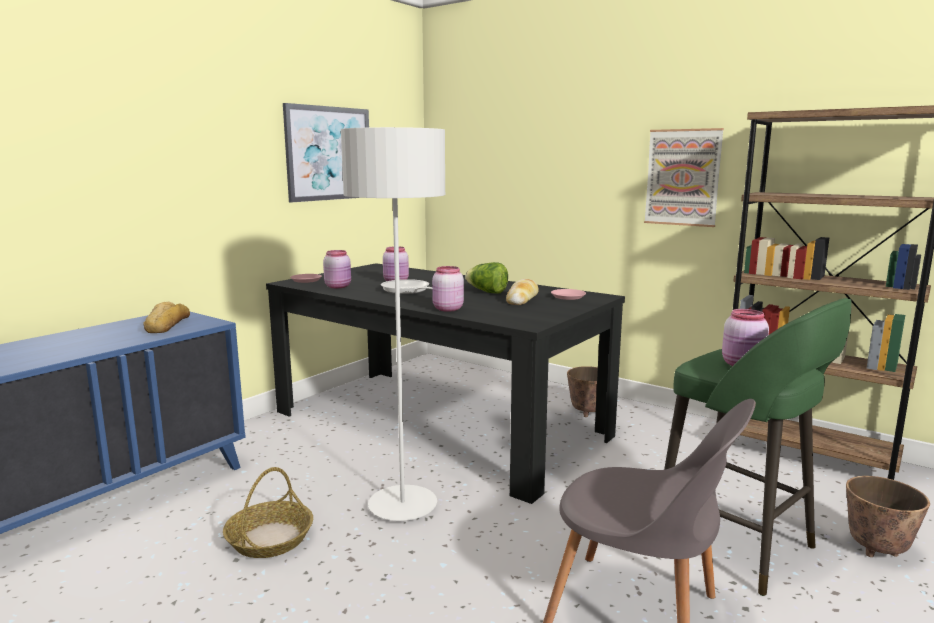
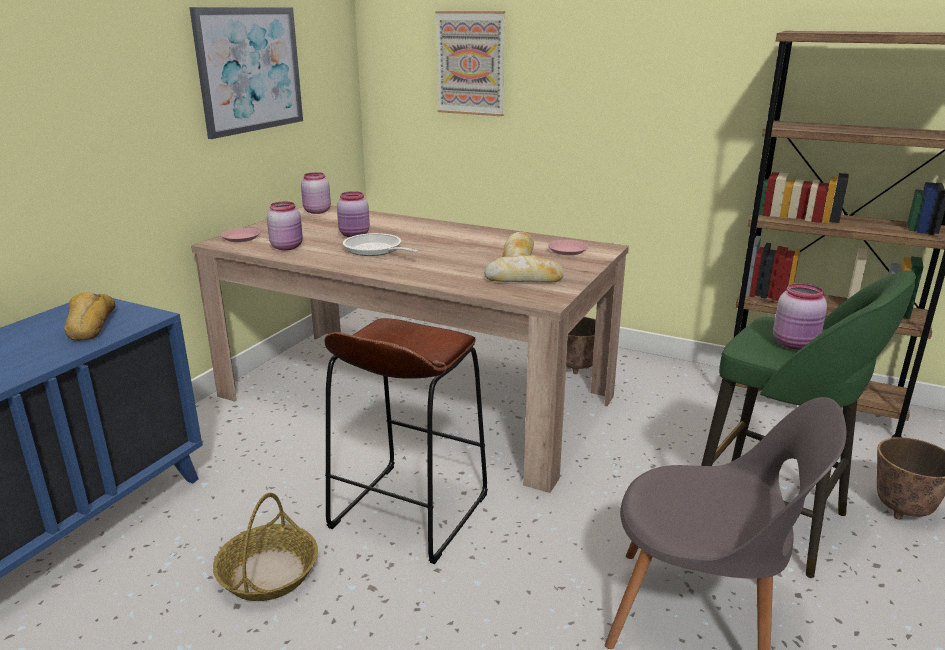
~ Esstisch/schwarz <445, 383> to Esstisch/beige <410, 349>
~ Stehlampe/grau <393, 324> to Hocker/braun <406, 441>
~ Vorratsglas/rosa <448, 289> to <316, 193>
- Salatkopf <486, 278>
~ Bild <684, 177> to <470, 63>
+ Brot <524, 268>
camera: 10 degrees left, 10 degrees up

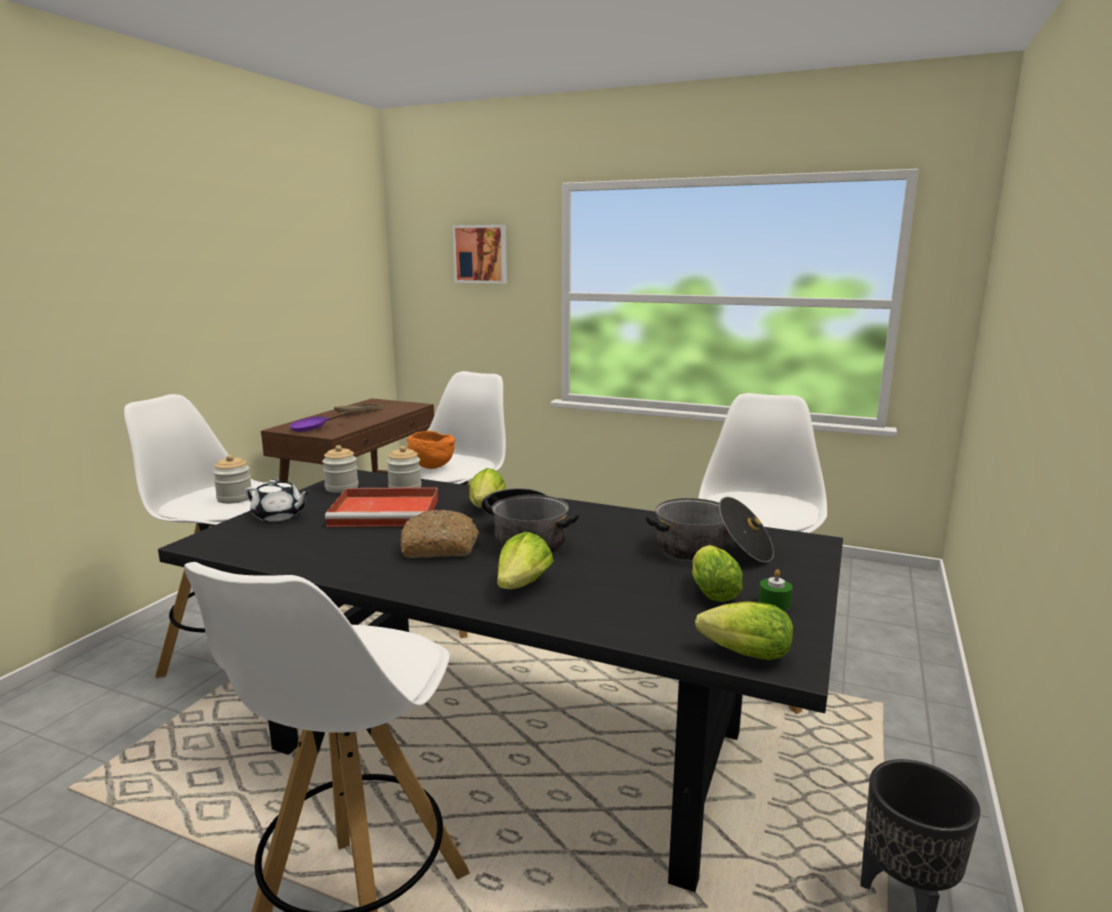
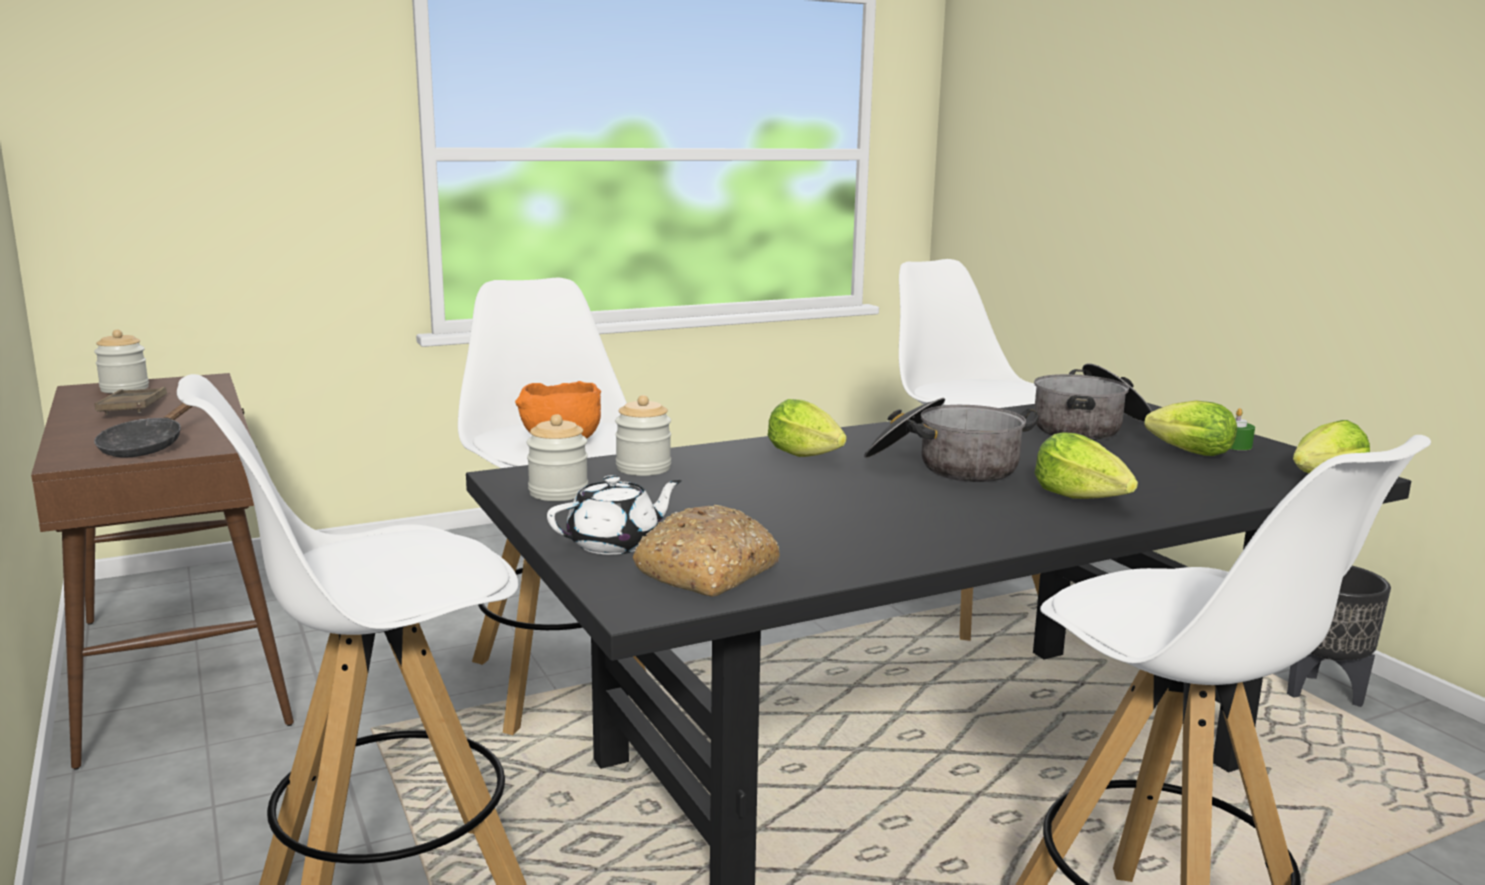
~ Vorratsglas <233, 479> to <121, 361>
~ Pfanne/lila <320, 421> to Pfanne/schwarz <143, 430>
- Tablett/rot <381, 507>
~ Brot <440, 534> to <706, 551>
- Bild <479, 254>
camera: 50 degrees left, 0 degrees up

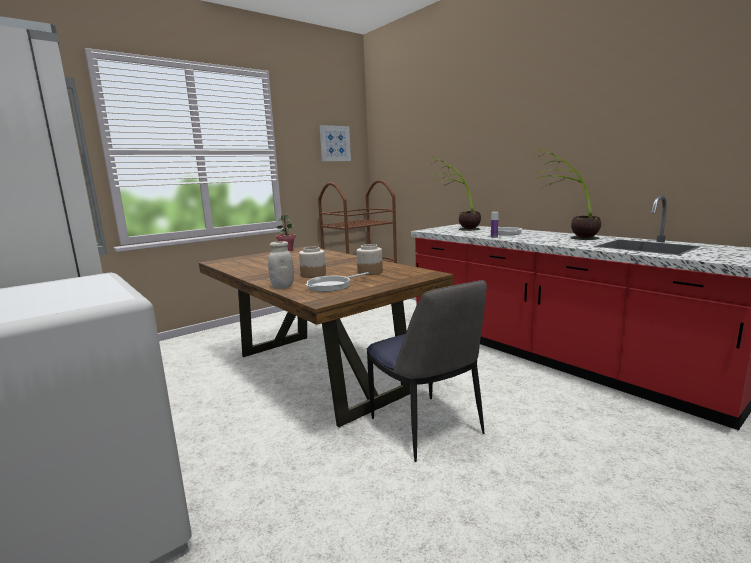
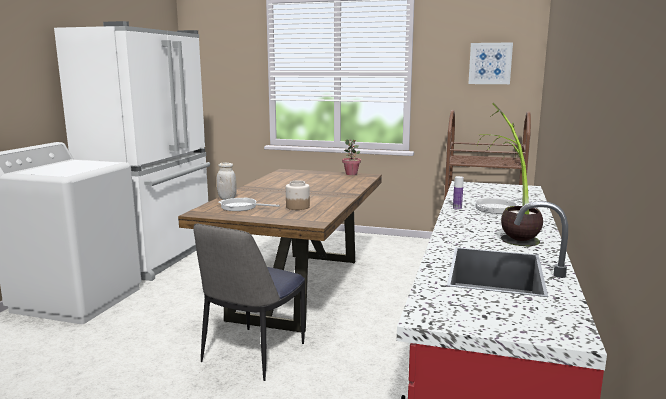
- Vorratsglas <312, 262>
- Topfpflanze <455, 193>
camera: 55 degrees right, 0 degrees up

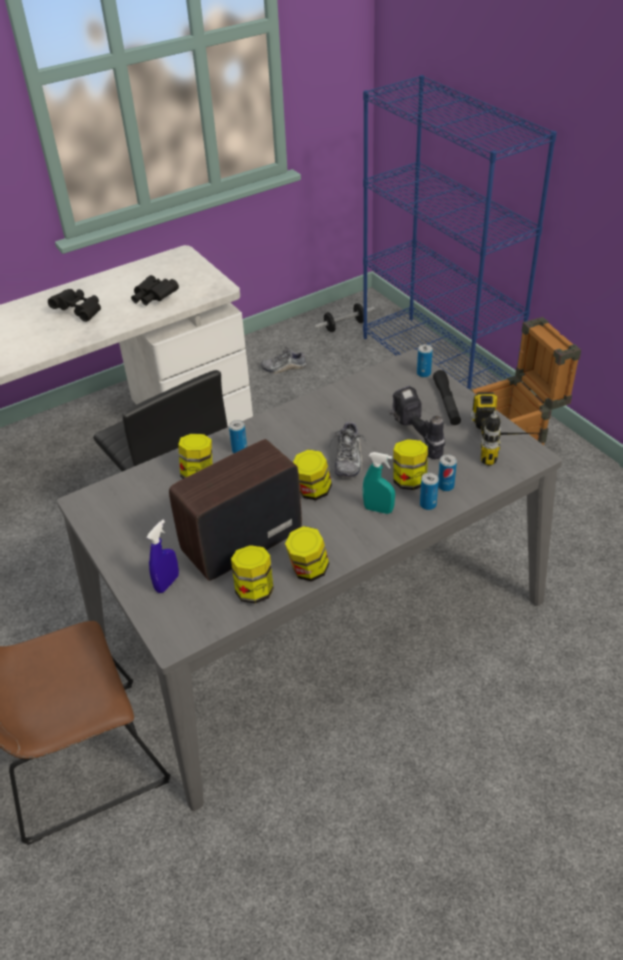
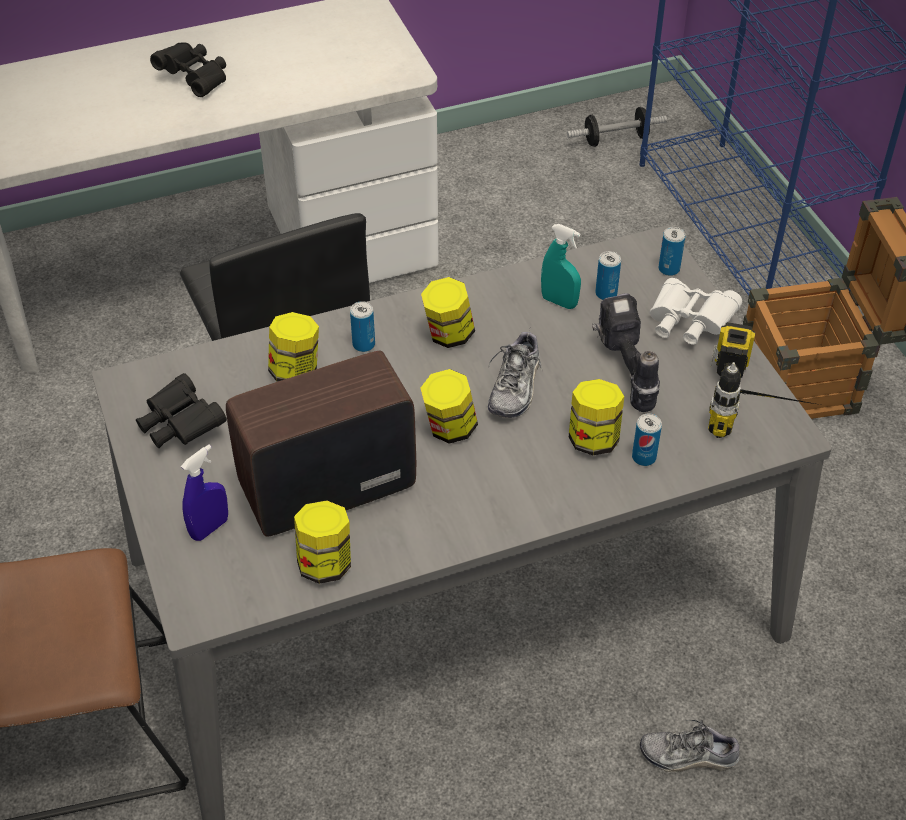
~ Fernglas/schwarz <155, 290> to <181, 410>
~ Schuh <283, 360> to <690, 746>
~ Vorratsglas <307, 554> to <448, 312>
~ Sprühflasche/türkis <379, 483> to <561, 266>
~ Dose <429, 491> to <608, 275>
~ Taschenlampe/schwarz <447, 397> to Fernglas/weiß <696, 311>
camera: 10 degrees right, 5 degrees up

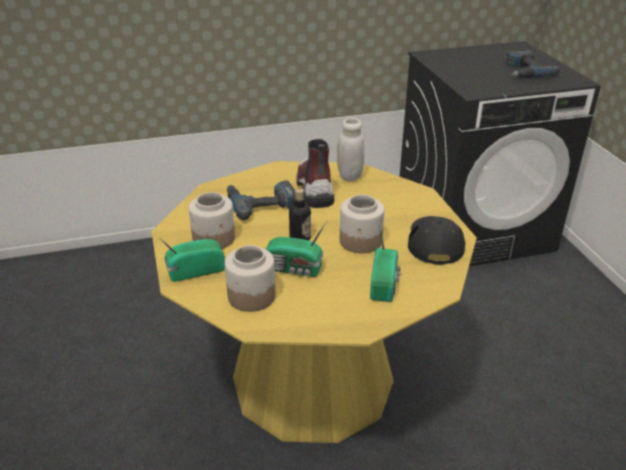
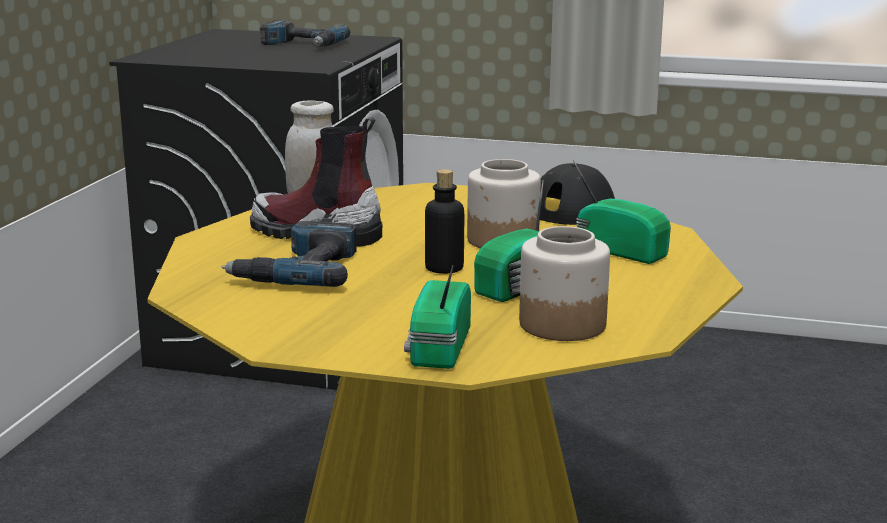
- Vorratsglas <212, 220>
camera: 60 degrees left, 15 degrees down

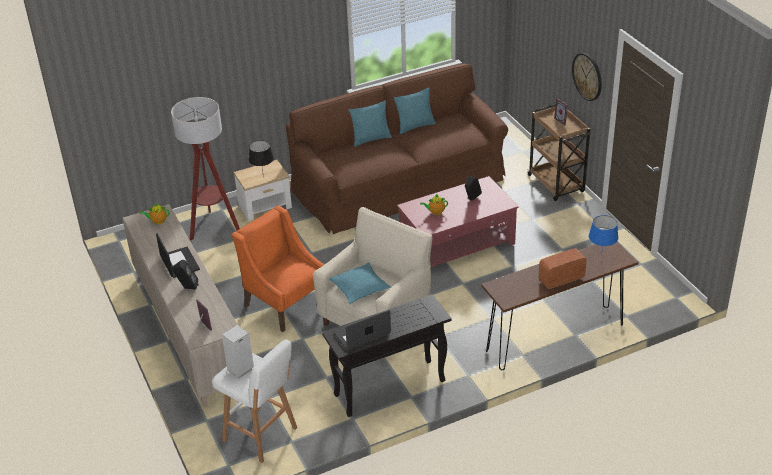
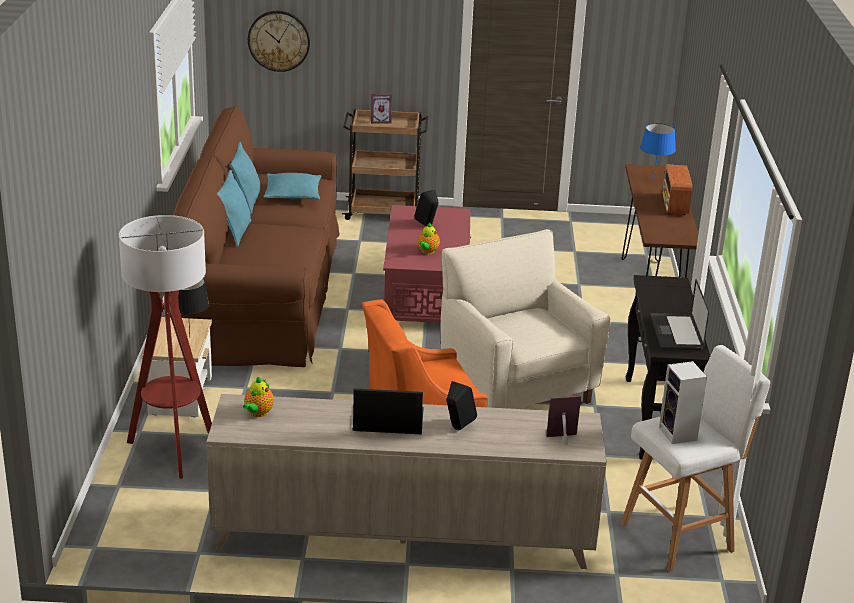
~ Kissen/türkis <360, 283> to <292, 186>
~ Wanduhr <587, 77> to <279, 41>
camera: 65 degrees left, 10 degrees down

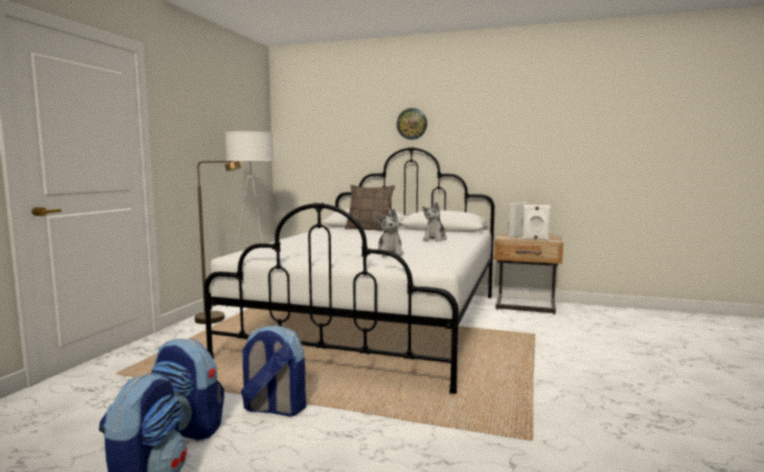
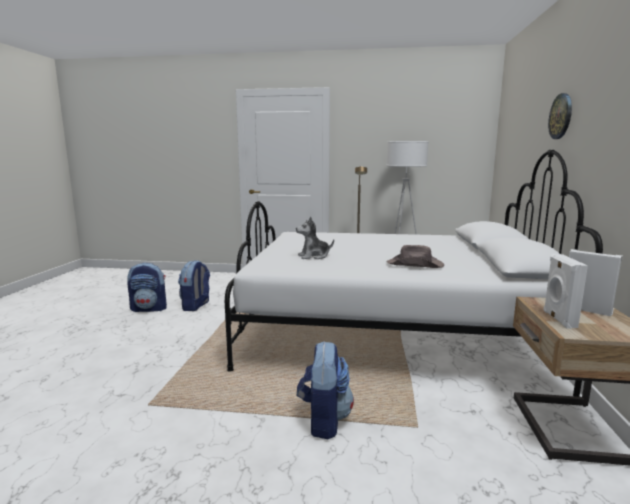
~ Rucksack <273, 371> to <325, 390>
- Kissen <370, 208>
~ Plüschtier <434, 221> to Hut/braun <415, 256>
camera: 80 degrees right, 5 degrees up

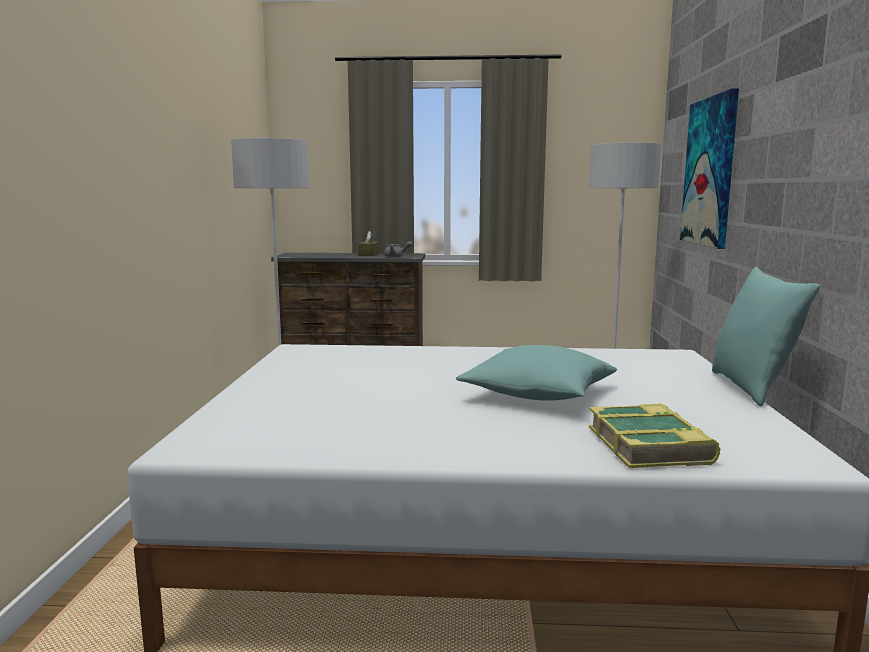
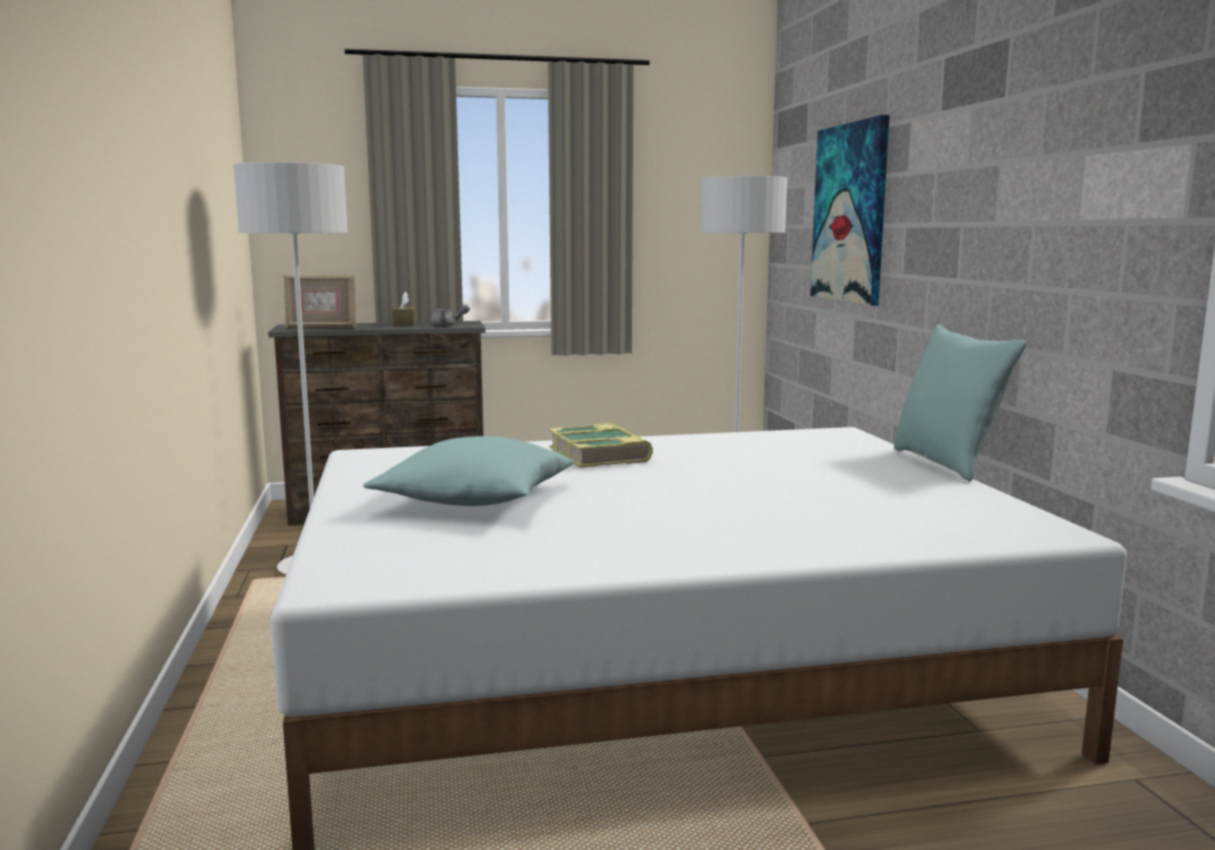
~ Kissen/türkis <536, 373> to <468, 471>
~ Buch <655, 435> to <601, 445>
+ Bilderrahmen <319, 301>
camera: 15 degrees left, 0 degrees up

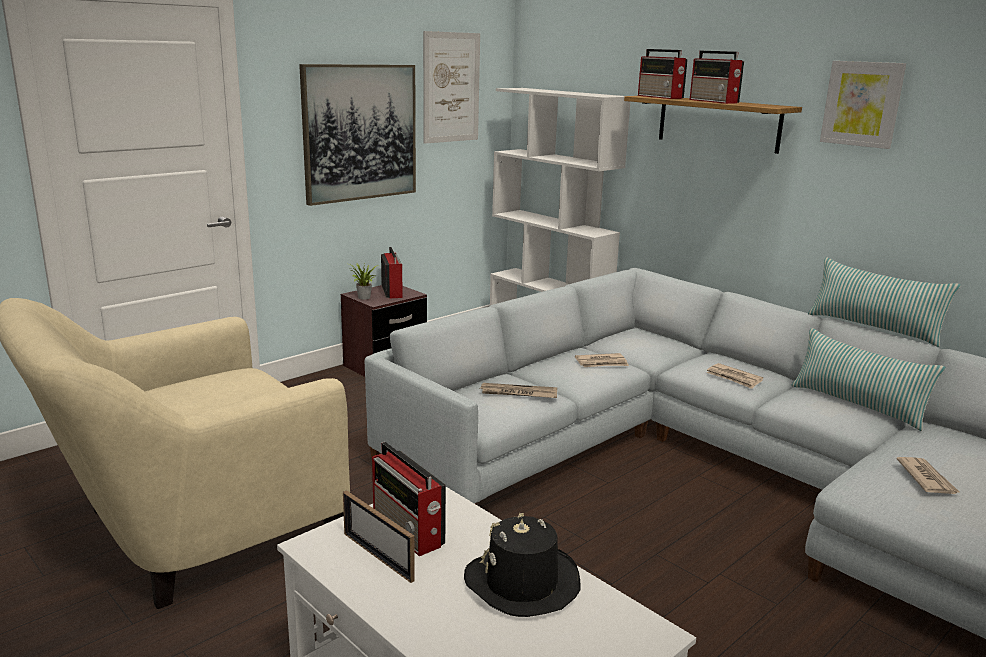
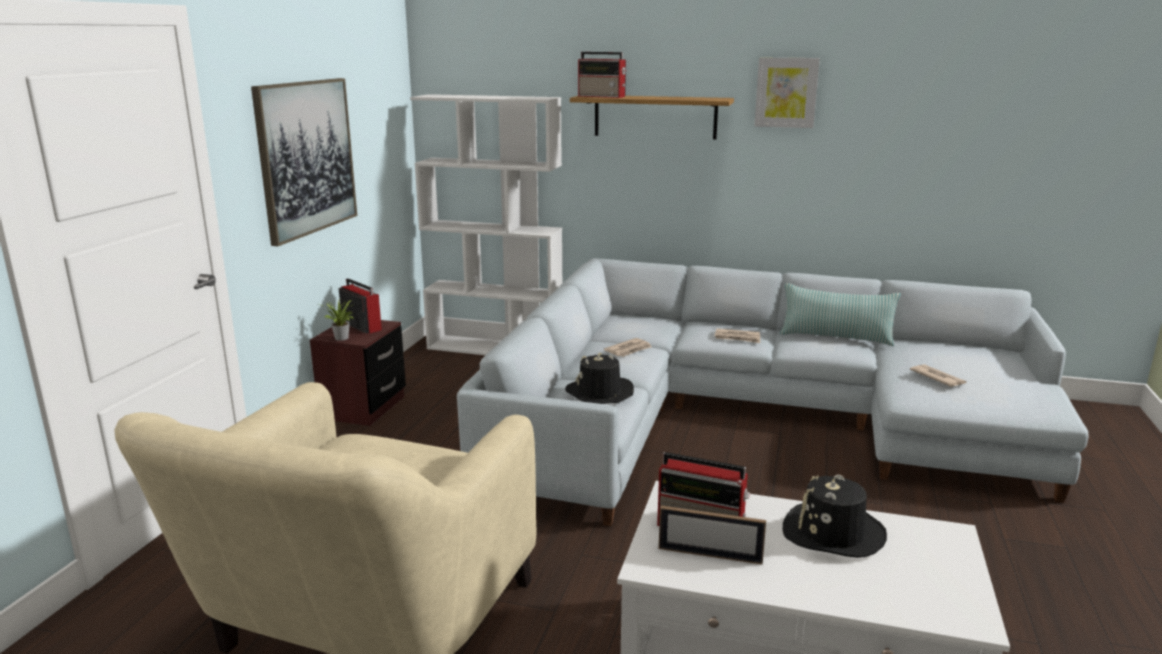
- Bild <451, 87>
~ Zeitung <518, 390> to Hut/schwarz <599, 378>
- Radio <717, 77>
- Kissen <884, 302>
camera: 30 degrees left, 0 degrees up

